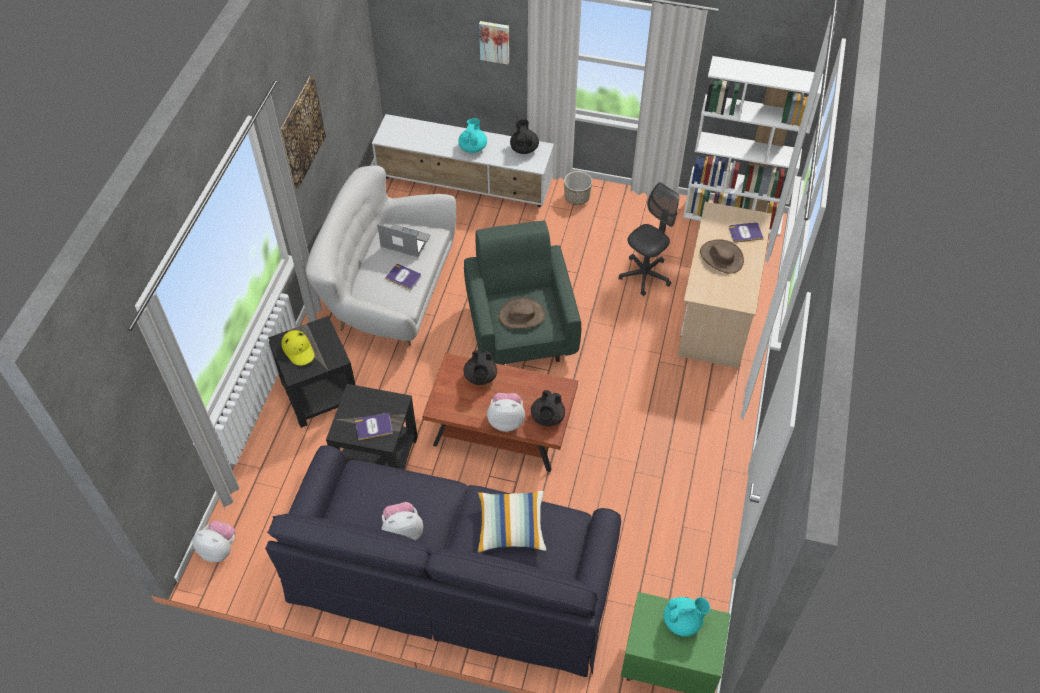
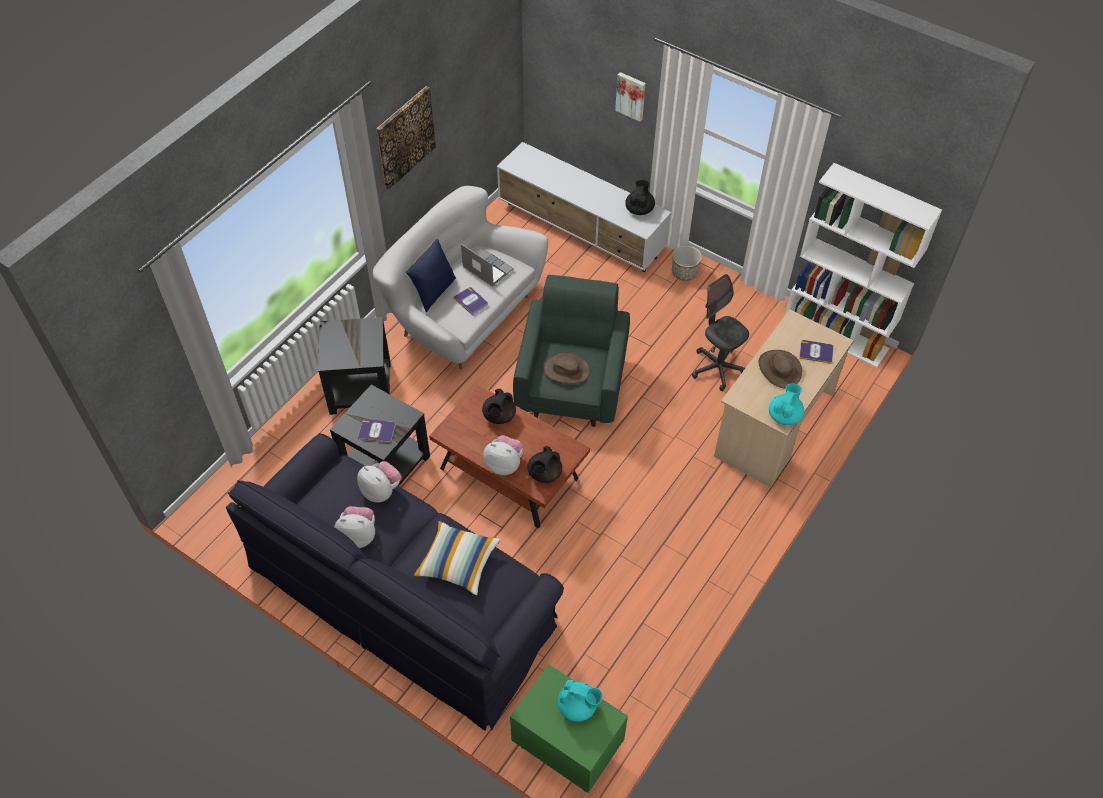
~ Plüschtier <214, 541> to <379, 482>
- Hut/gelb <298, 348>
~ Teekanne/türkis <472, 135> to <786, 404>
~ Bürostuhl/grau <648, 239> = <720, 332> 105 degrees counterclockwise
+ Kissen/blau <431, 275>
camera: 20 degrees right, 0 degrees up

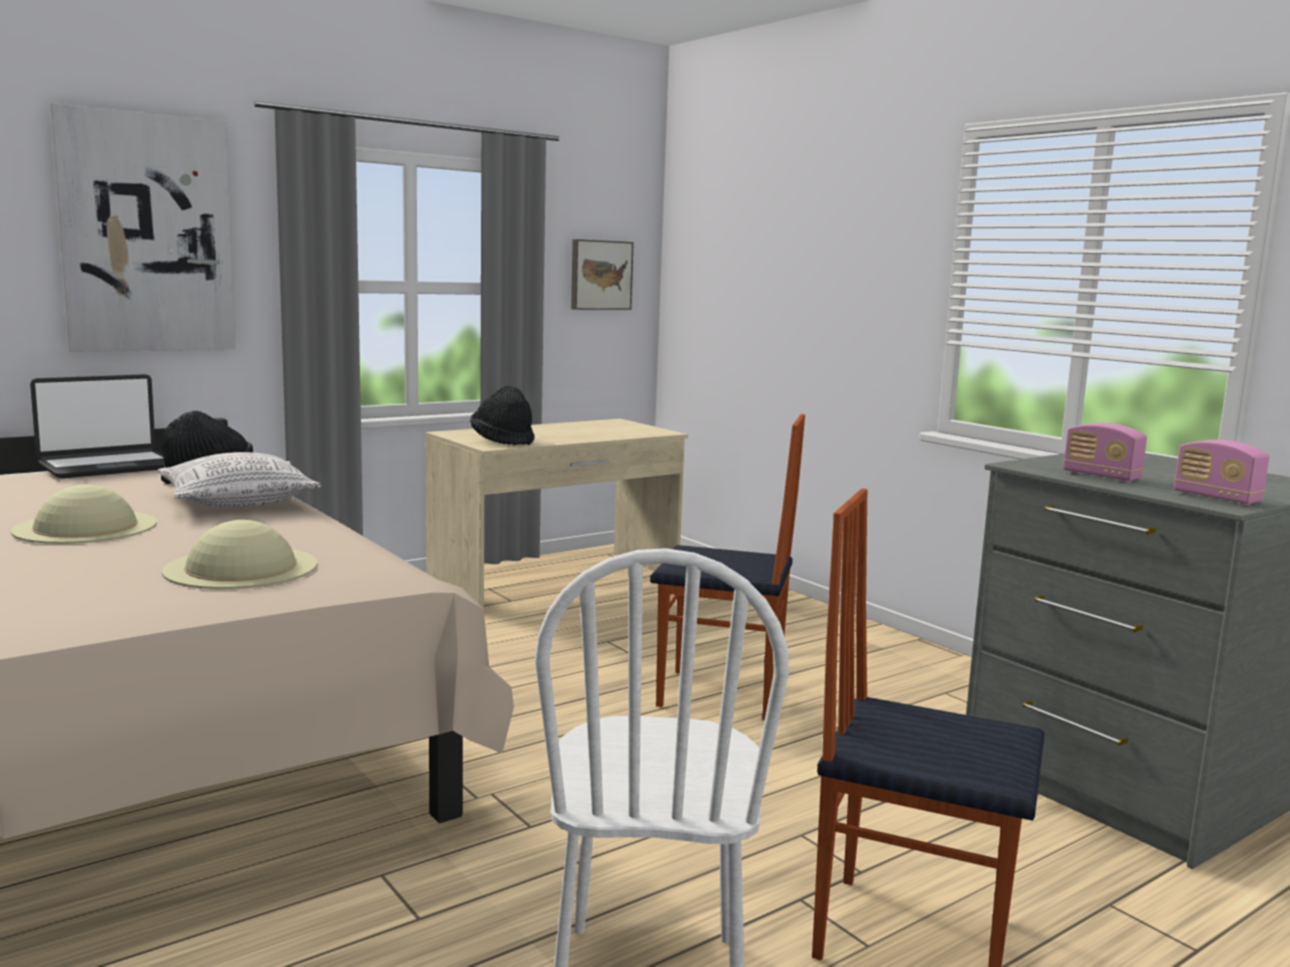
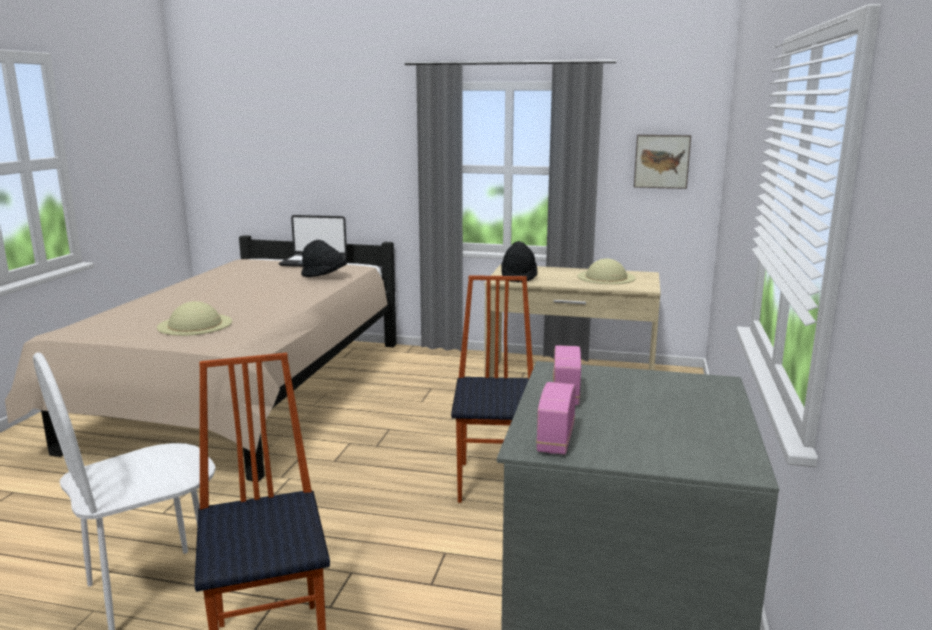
~ Hut/beige <84, 514> to <606, 271>
- Bild <143, 227>
- Kissen <239, 479>
~ Stuhl <727, 567> = <492, 389> 150 degrees counterclockwise
camera: 50 degrees right, 5 degrees up

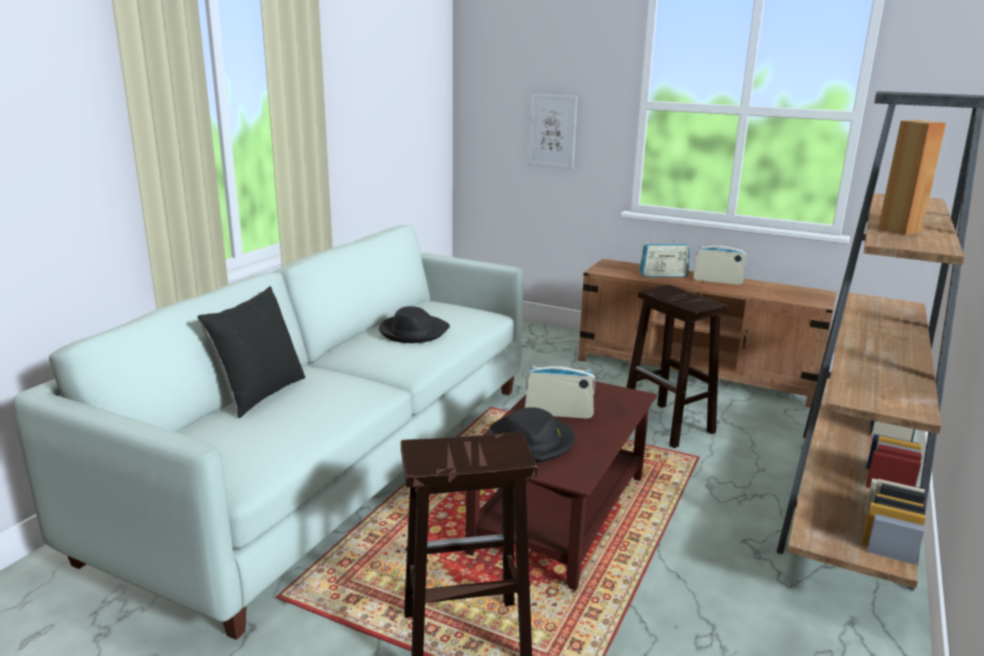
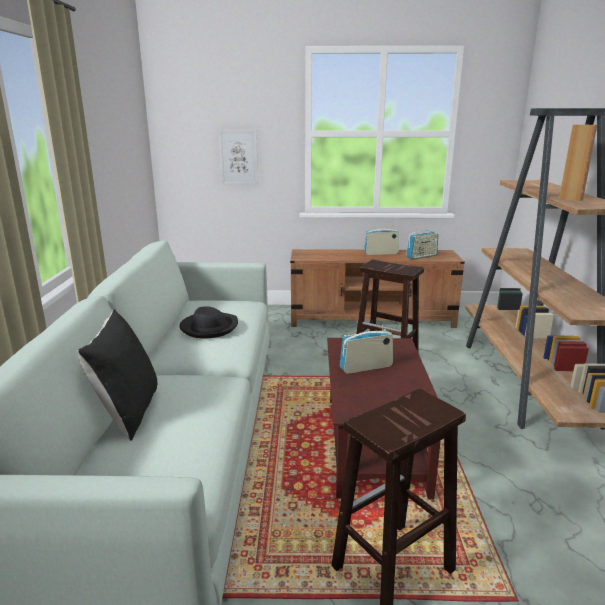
- Hut/schwarz <531, 435>
~ Radio <664, 257> to <422, 244>
camera: 25 degrees left, 0 degrees up

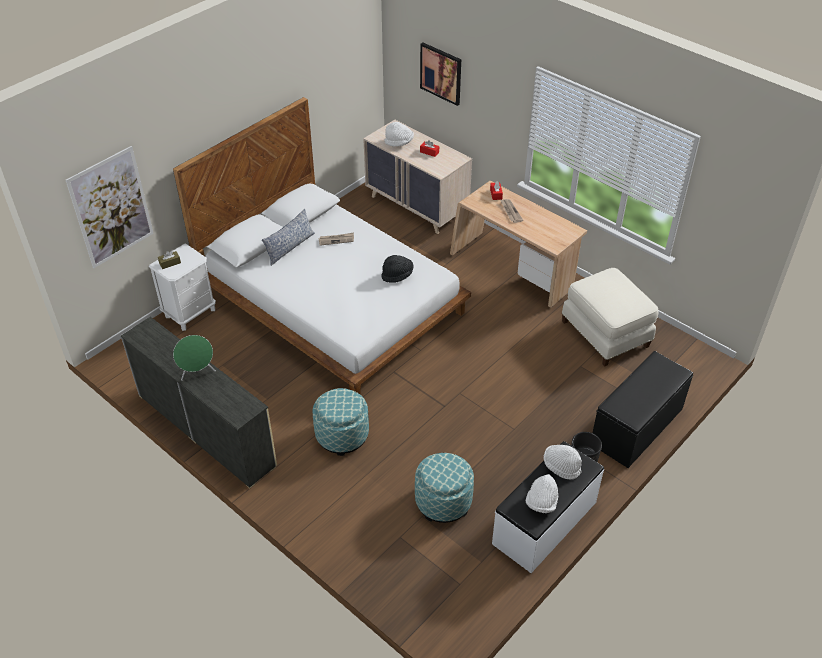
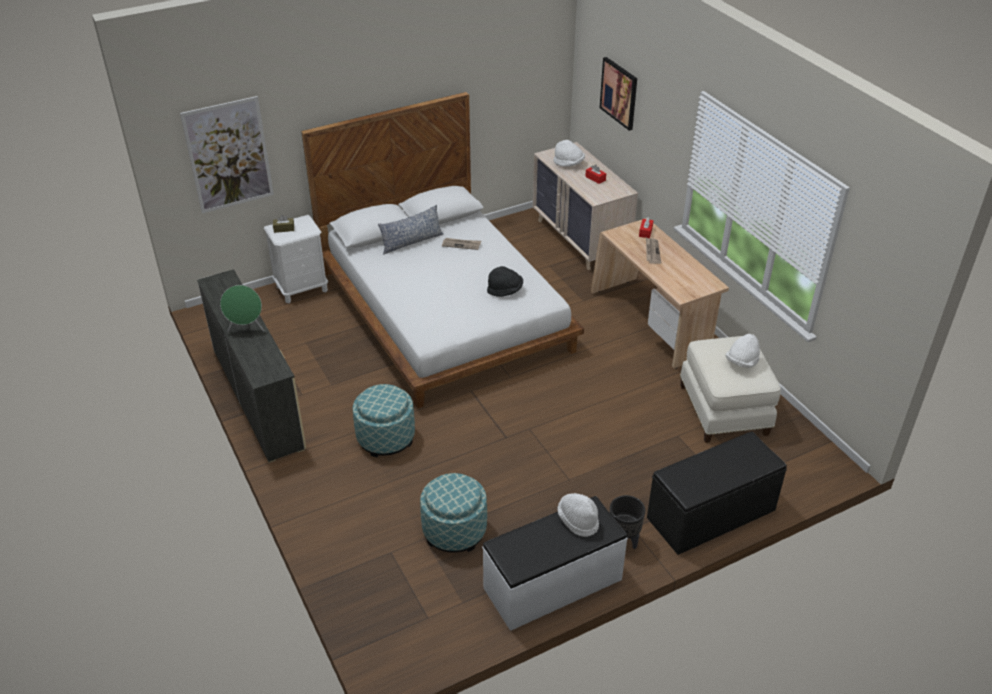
~ Hut/weiß <542, 493> to <743, 351>
camera: 20 degrees right, 5 degrees down

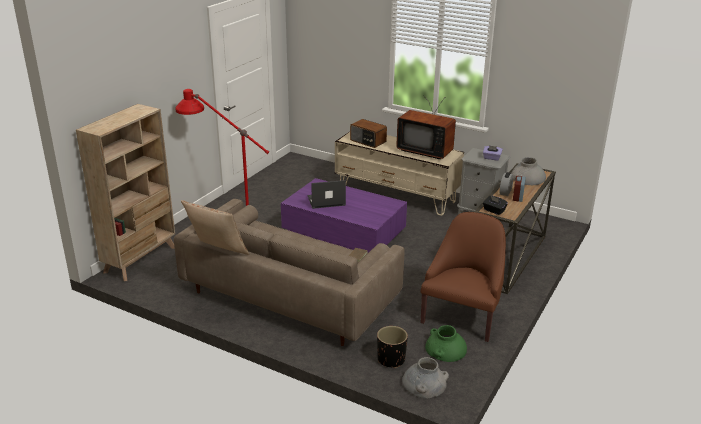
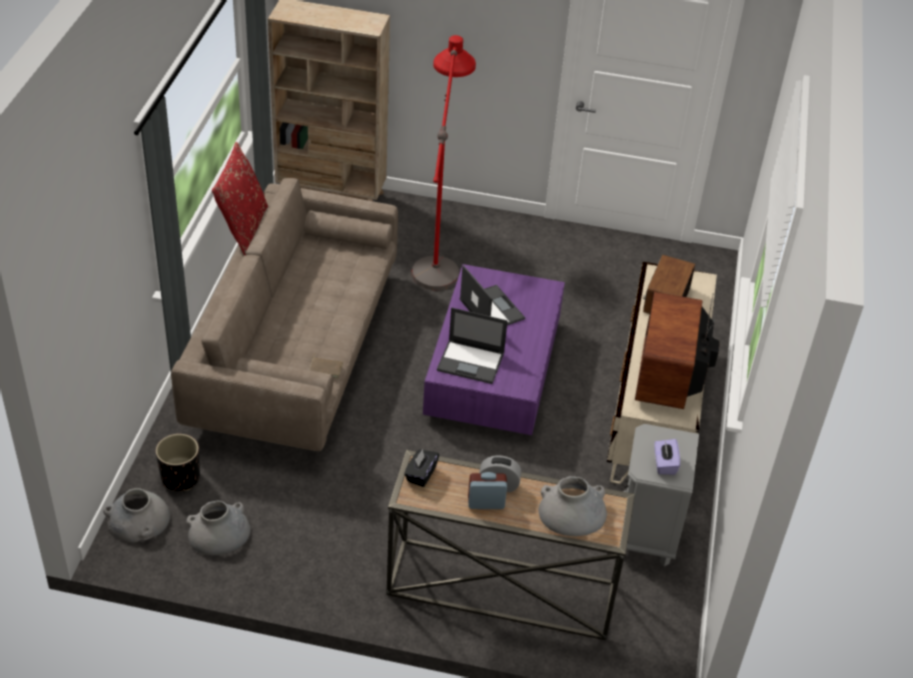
~ Kissen/beige <215, 227> to Kissen/rot <240, 198>
- Sessel/braun <463, 277>
~ Vase/grün <446, 343> to Vase/grau <219, 528>
+ Laptop <472, 346>
camera: 70 degrees right, 15 degrees up

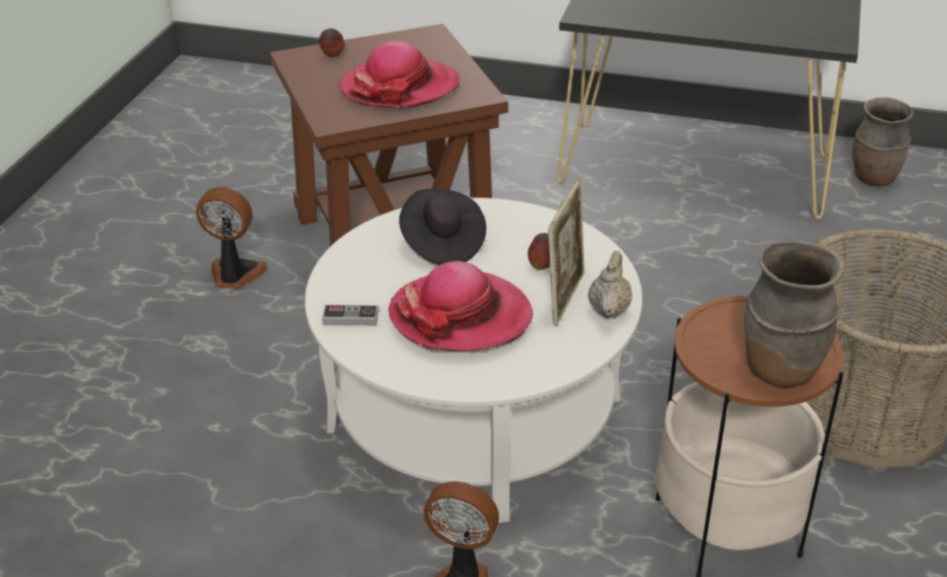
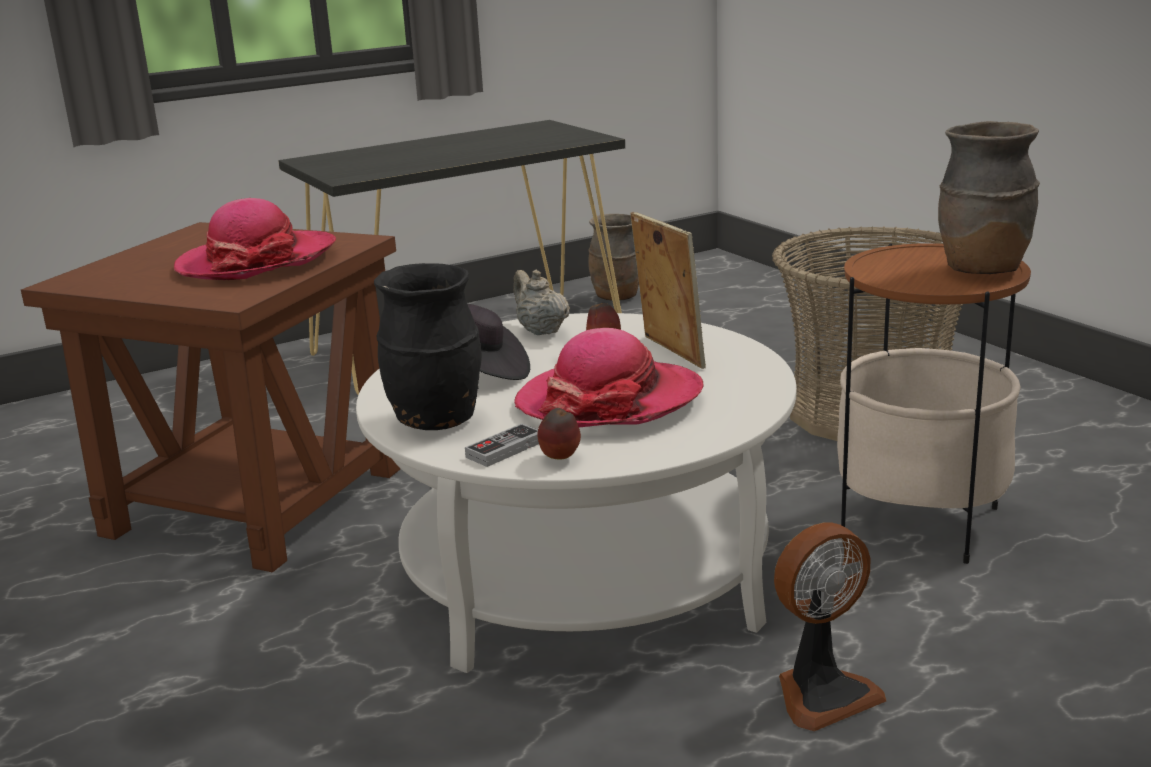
- Ventilator <232, 238>
~ Apfel <331, 42> to <559, 434>
~ Teekanne/beige <610, 284> to <541, 302>
+ Vase/schwarz <428, 346>
camera: 45 degrees left, 15 degrees down

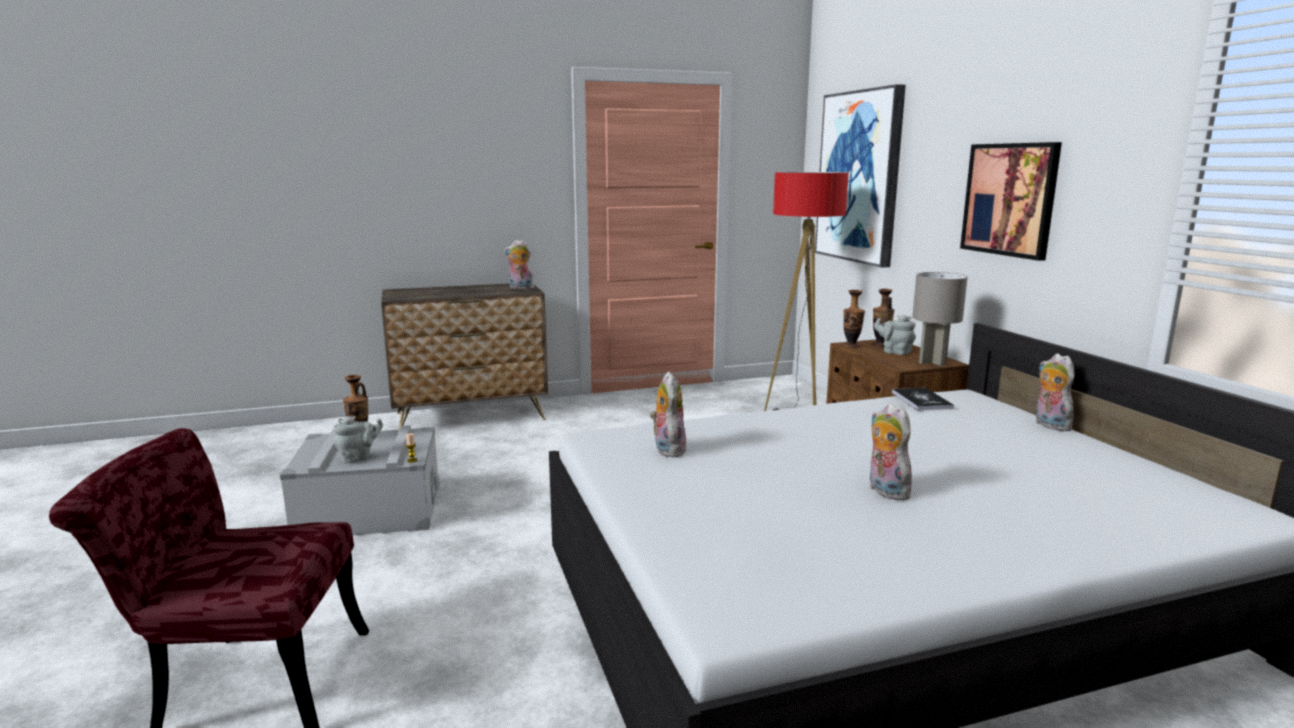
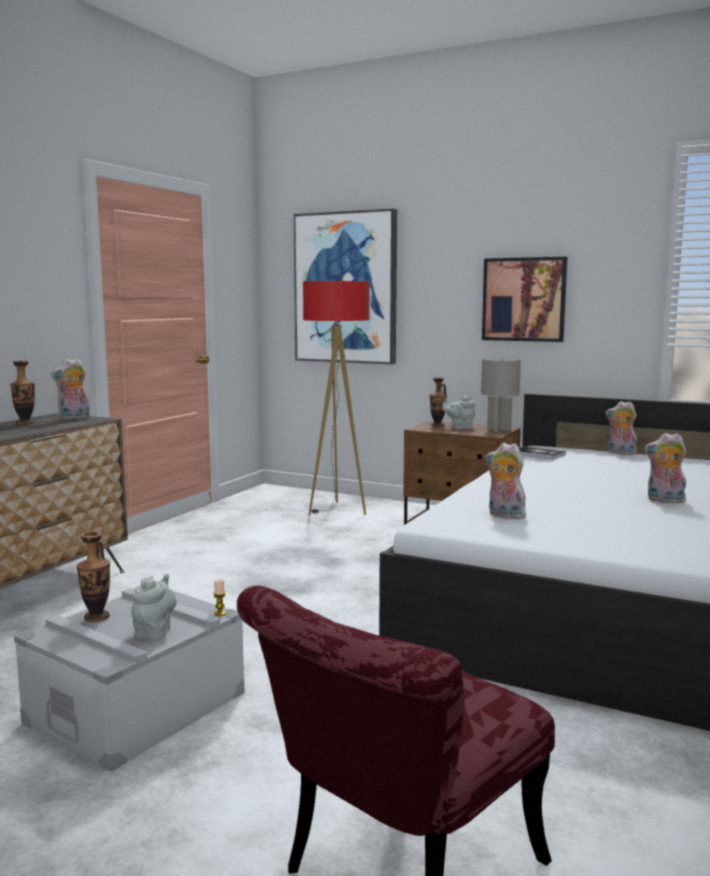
~ Vase <854, 319> to <22, 393>
camera: 45 degrees left, 5 degrees down

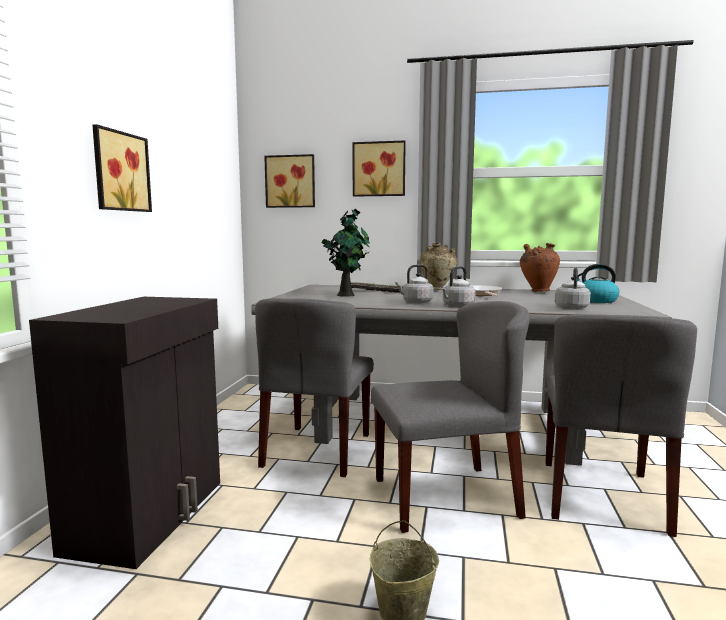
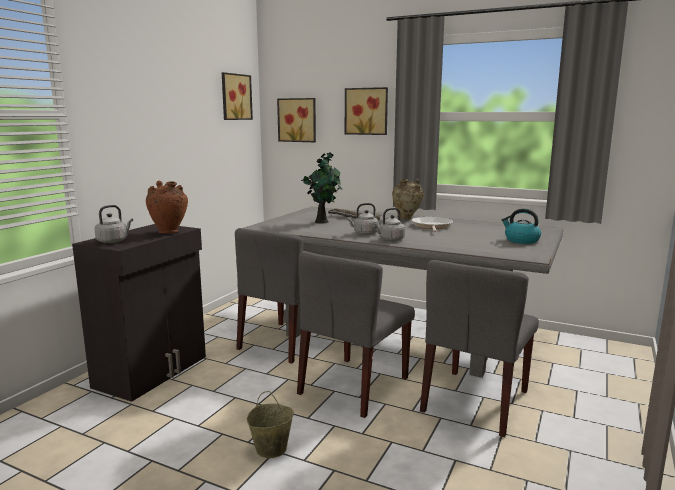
~ Bild <122, 168> to <237, 96>
~ Stuhl/grau <450, 417> = <356, 334> 120 degrees clockwise
~ Vase/braun <540, 267> to <167, 207>
~ Wasserkessel/grau <573, 288> to <113, 224>
camera: 15 degrees right, 5 degrees up

